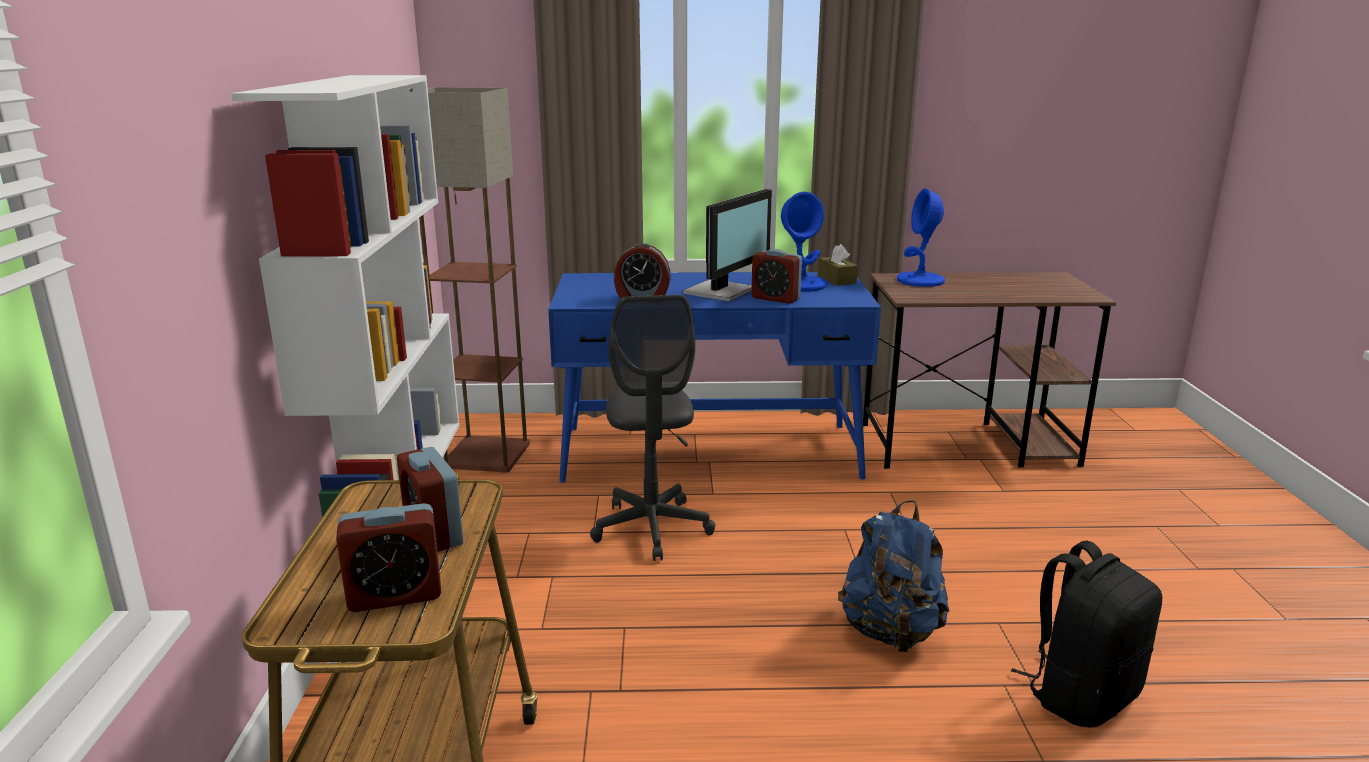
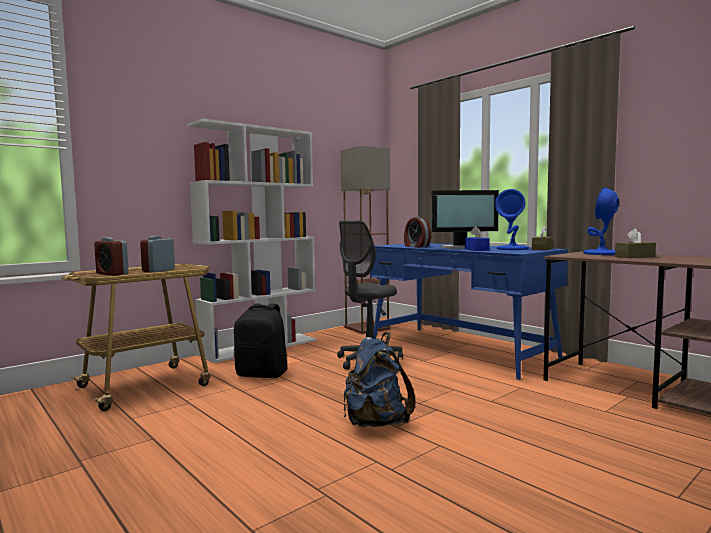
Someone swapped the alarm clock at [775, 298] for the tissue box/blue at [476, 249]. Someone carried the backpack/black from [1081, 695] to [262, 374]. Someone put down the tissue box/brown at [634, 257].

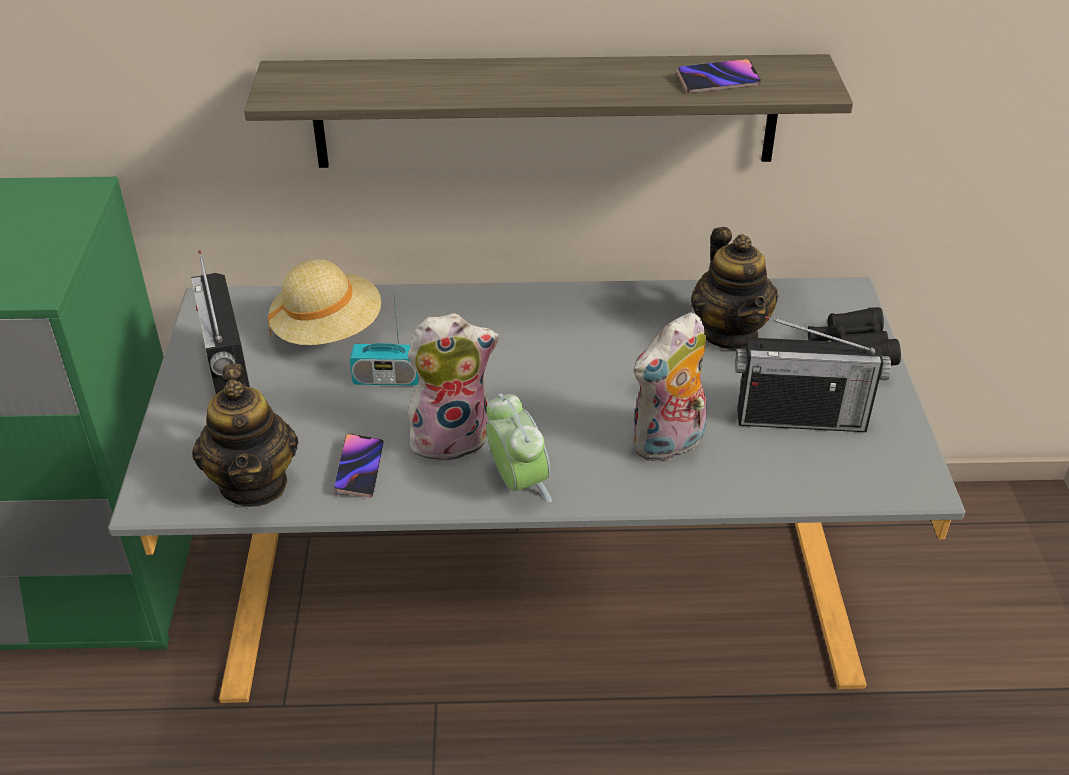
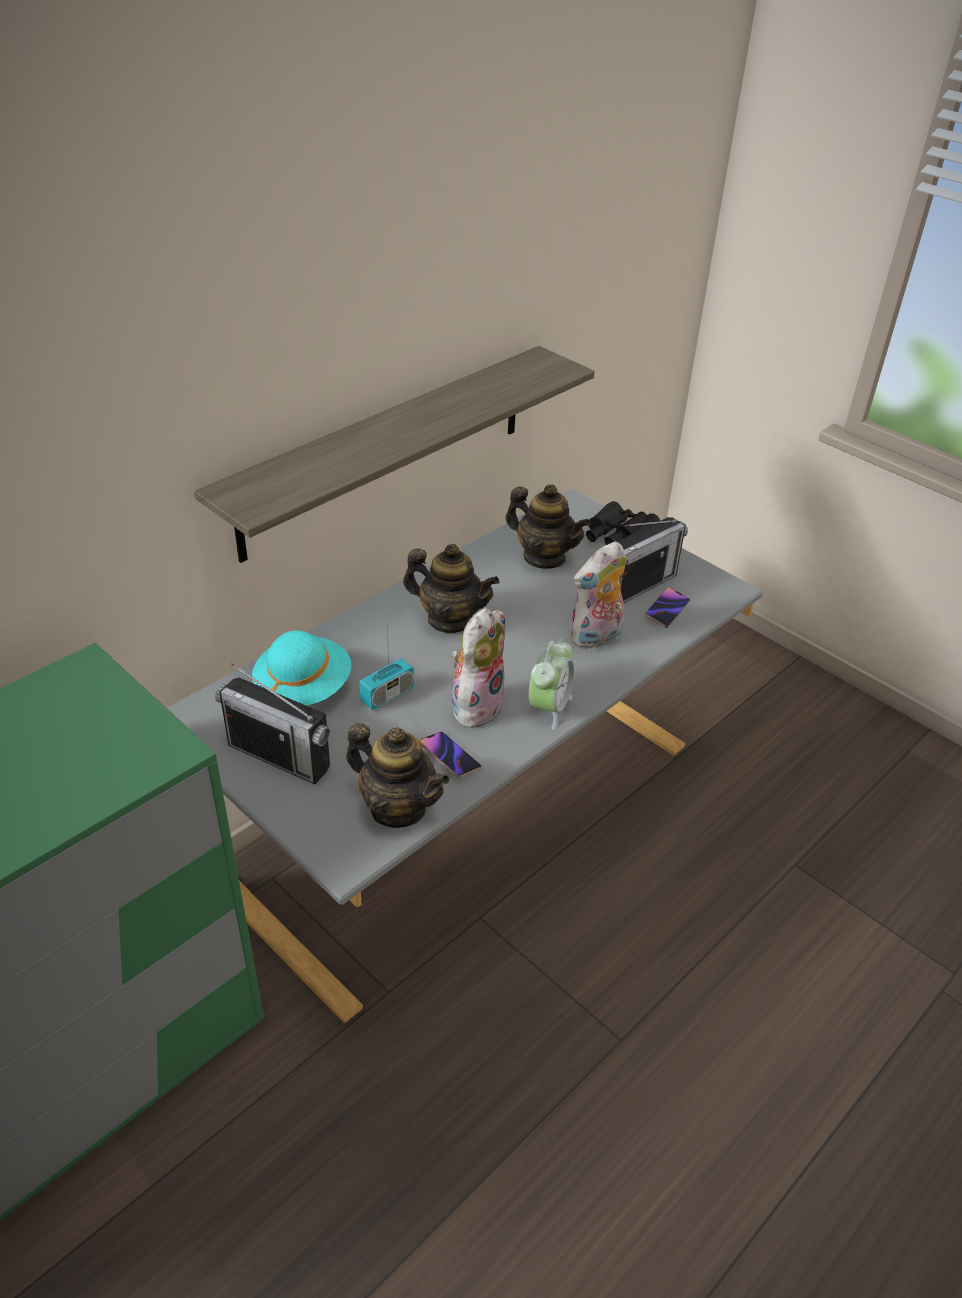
Someone carried the phone from [718, 80] to [667, 610]. Someone repainted the hat/beige at [328, 331], which became the hat/turquoise at [303, 687]. Someone rotated the plush toy at [668, 445] by 45 degrees clockwise. Someone rotated the alarm clock at [518, 483] by 90 degrees clockwise. Someone put down the teapot at [450, 620].

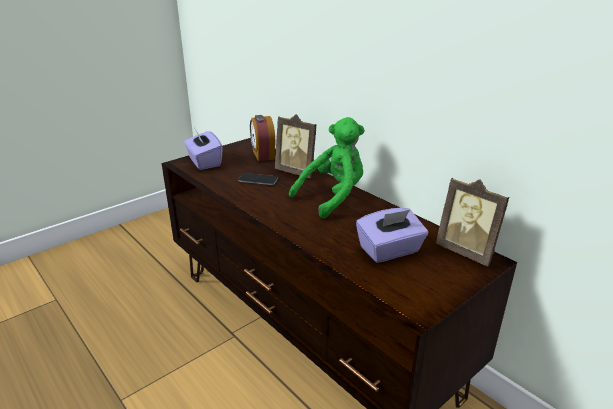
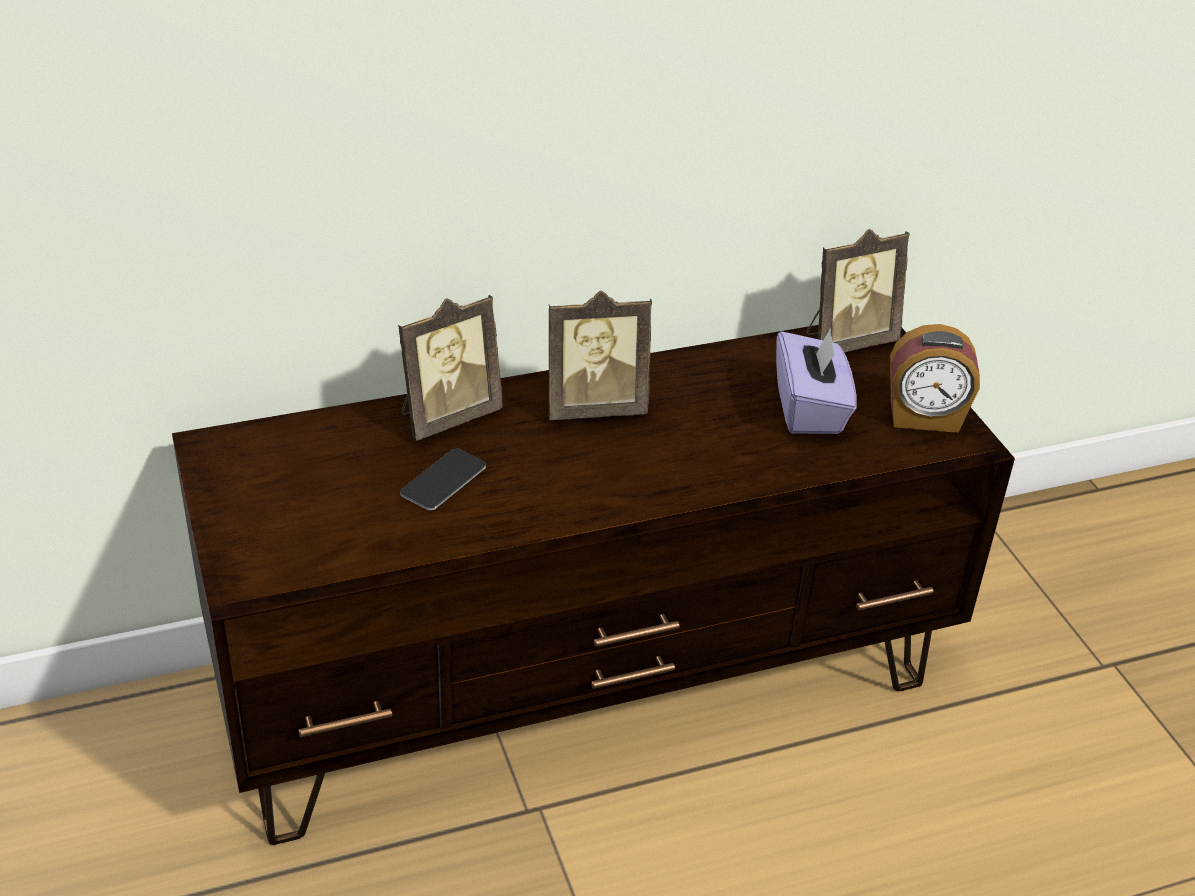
Someone carried the alarm clock from [263, 155] to [924, 418]. Someone swapped the plush toy/green at [333, 197] for the picture frame at [594, 407]. Someone took away the tissue box/purple at [204, 162].

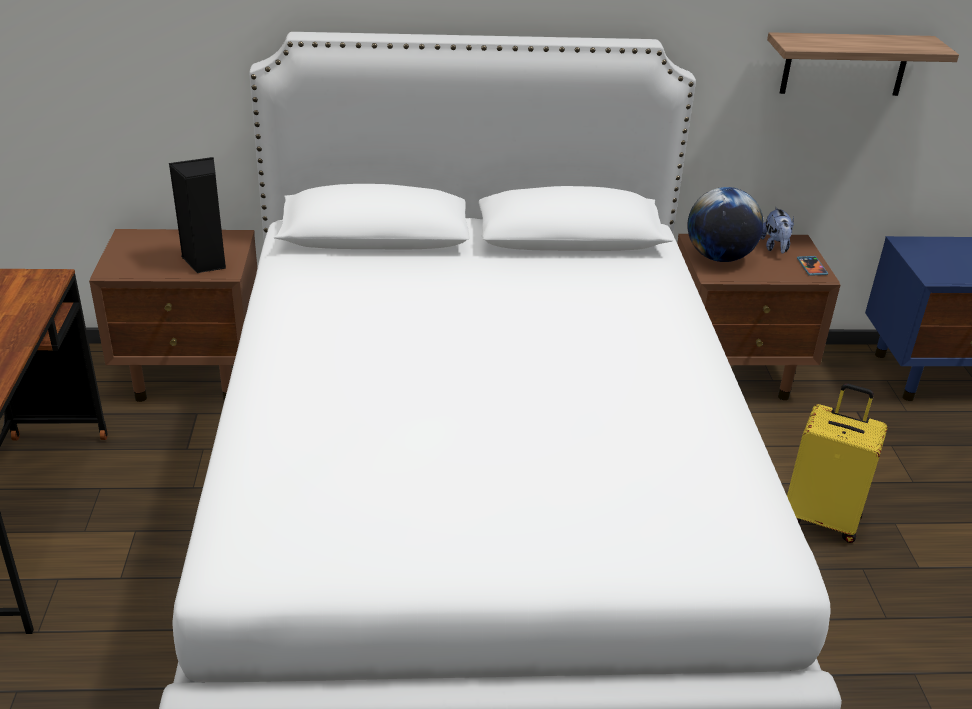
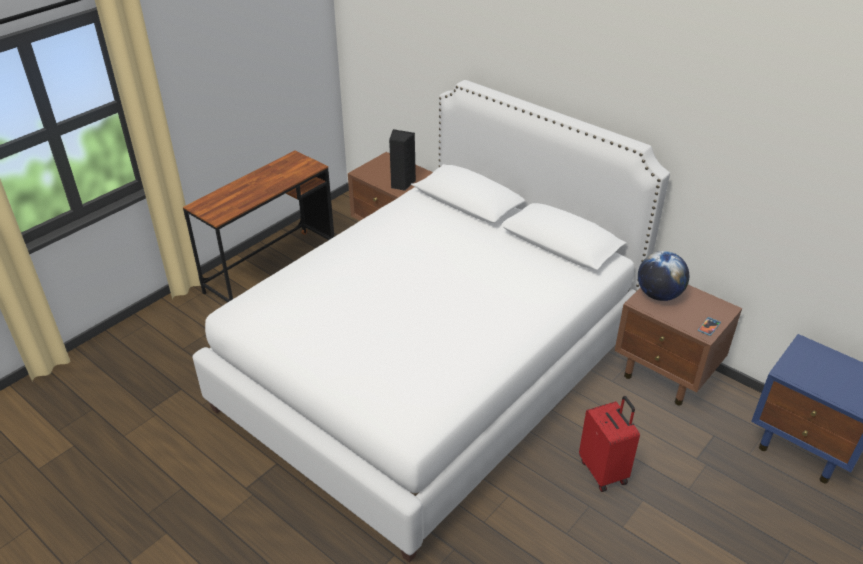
Someone took away the shelf at [845, 64]. Someone took away the plush toy at [775, 247]. Someone repainted the suitcase/yellow at [822, 518], which became the suitcase/red at [604, 471].

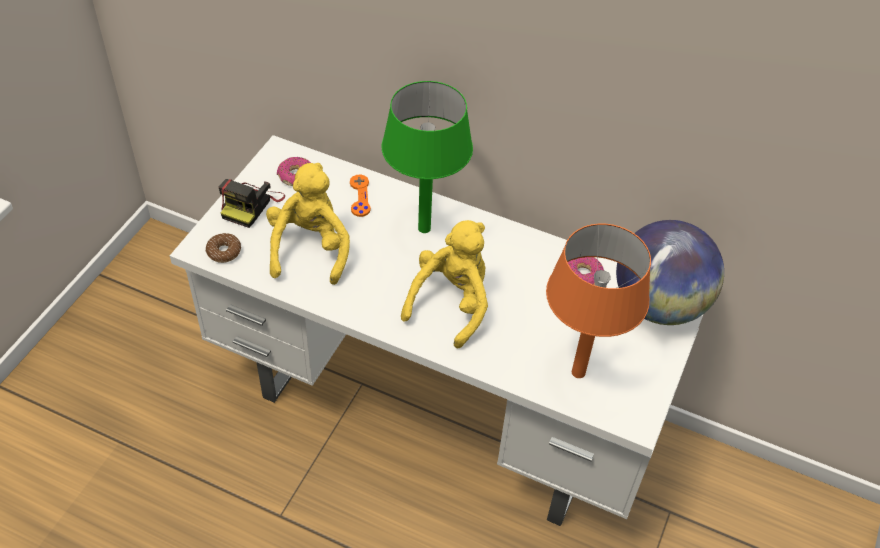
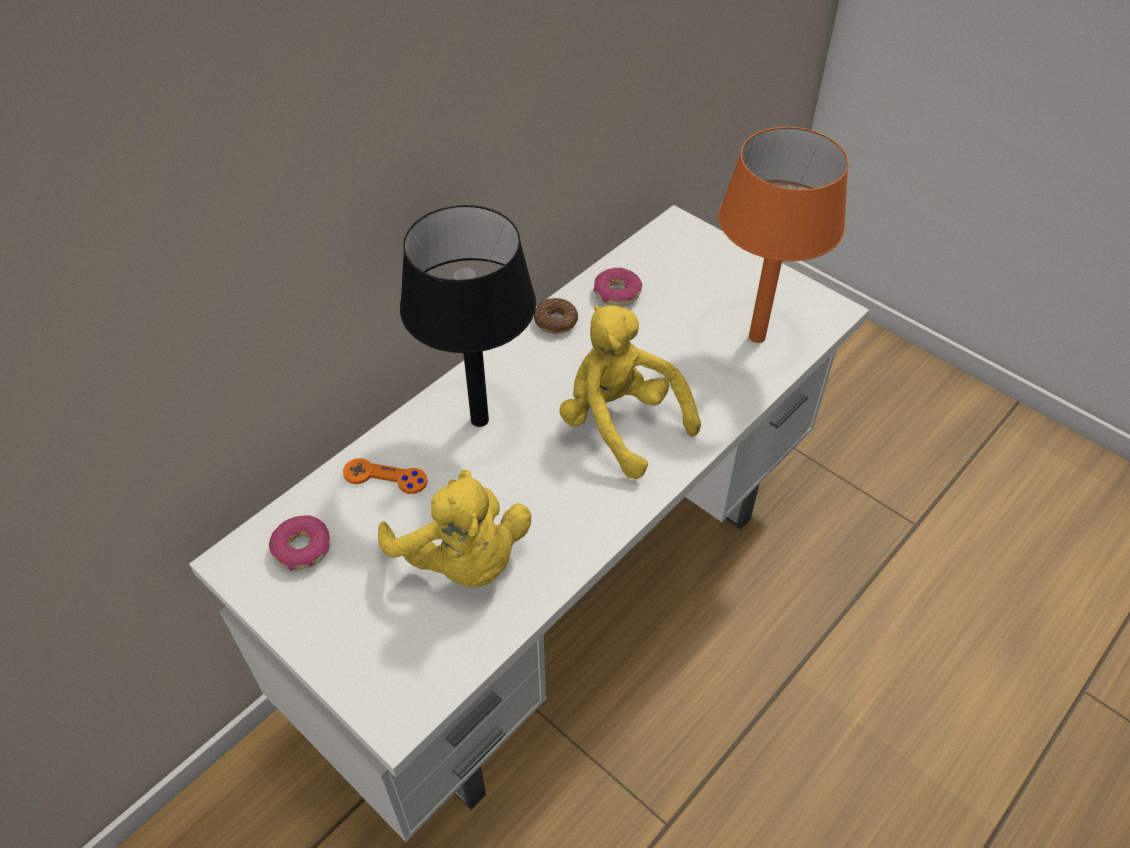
Someone repainted the table lamp/green at [423, 229], which became the table lamp/black at [480, 420]. Someone rotated the plush toy/yellow at [310, 248] by 150 degrees counterclockwise. Someone took away the photo camera at [251, 205]. Someone took away the globe at [659, 305]. Someone carried the donut from [224, 252] to [555, 321].

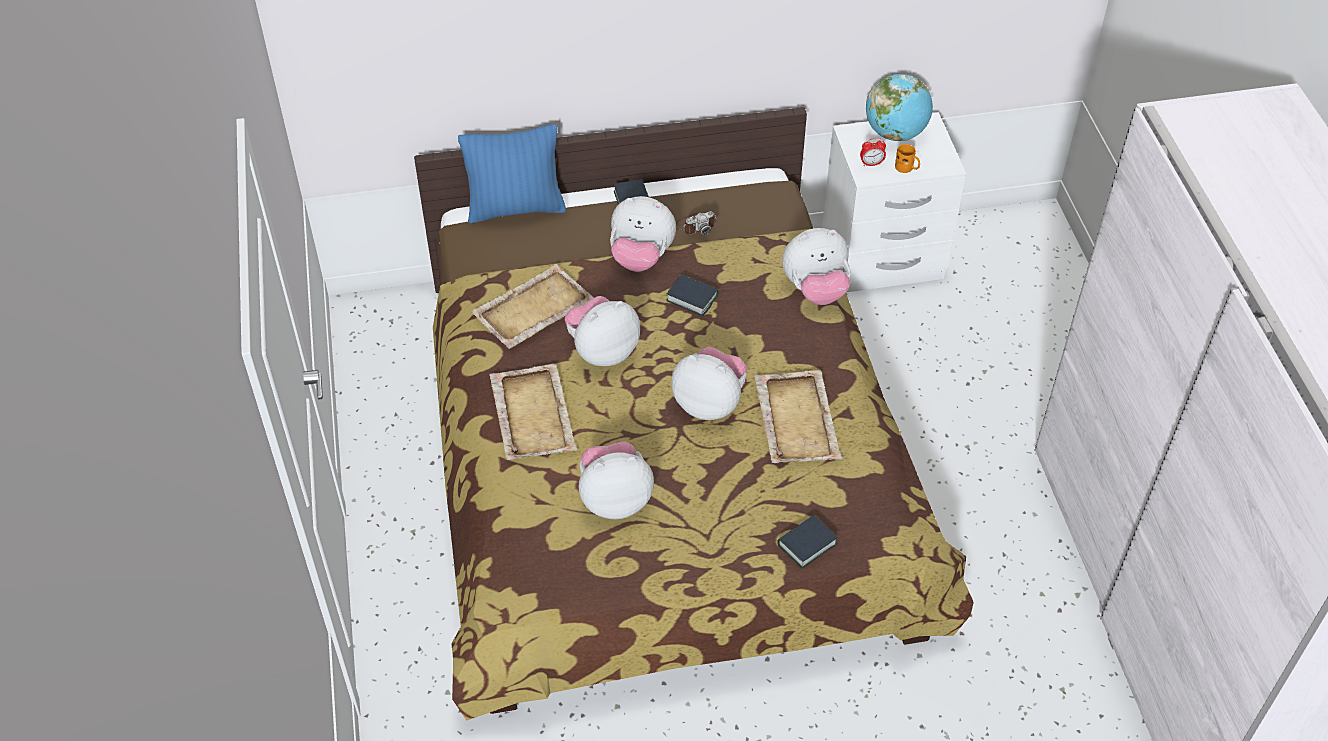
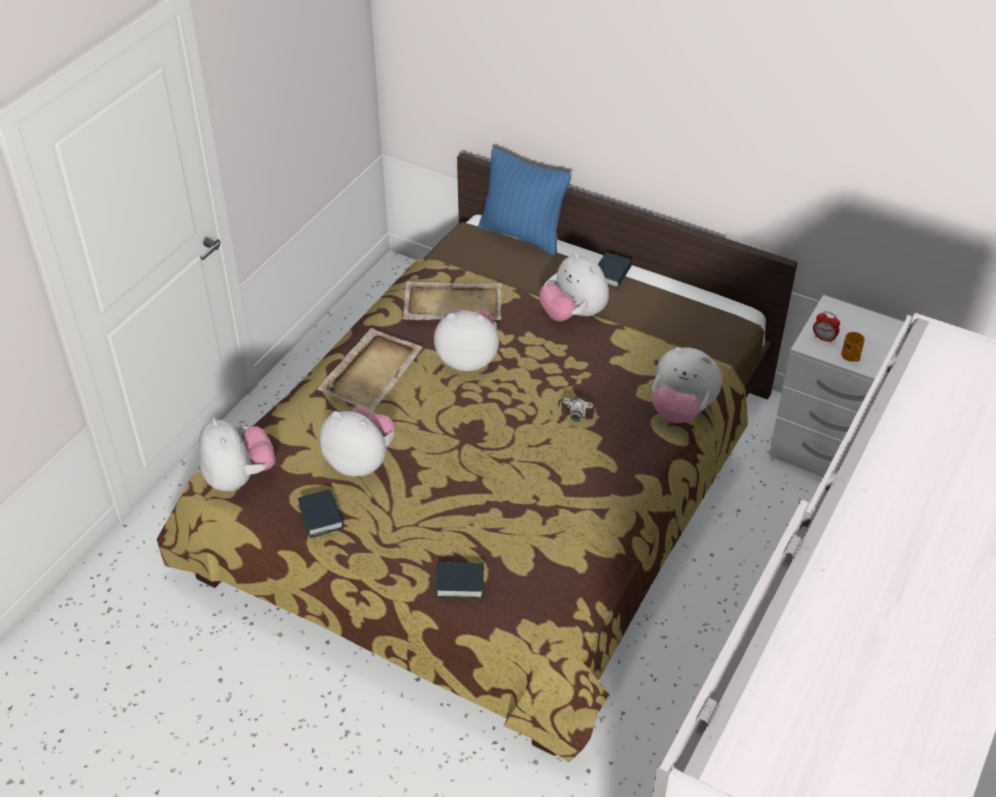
Someone took away the globe at [895, 133]. Someone carried the photo camera from [695, 225] to [577, 410]. Someone carried the book from [692, 298] to [321, 517]. Someone carried the plush toy from [710, 403] to [239, 478]. Someone took away the tray/beige at [796, 418].

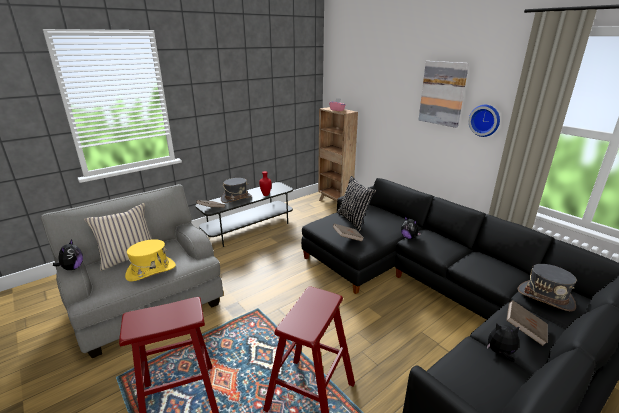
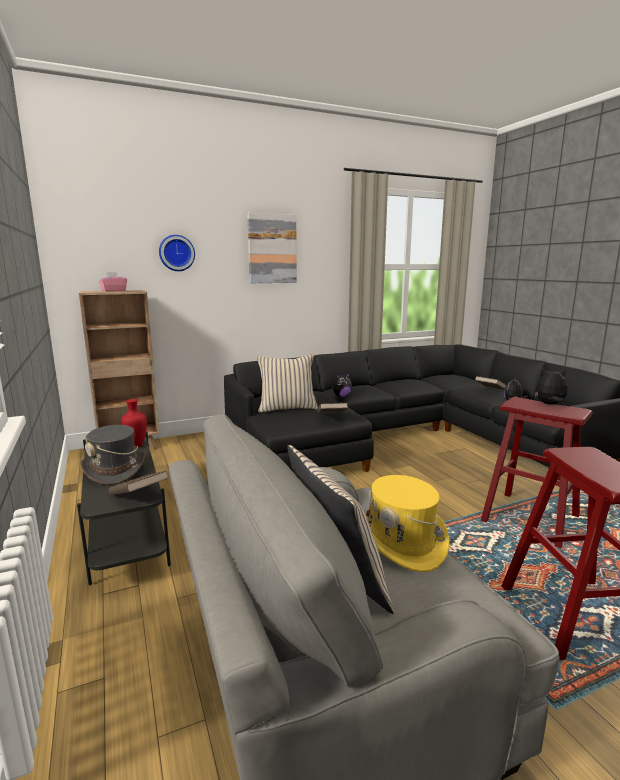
Someone carried the wall clock from [485, 120] to [176, 253]. Someone repainted the pillow/black at [354, 220], which became the pillow/beige at [287, 408]. Someone carried the plush toy from [72, 268] to [549, 404]. Someone took away the hat/grey at [545, 297].

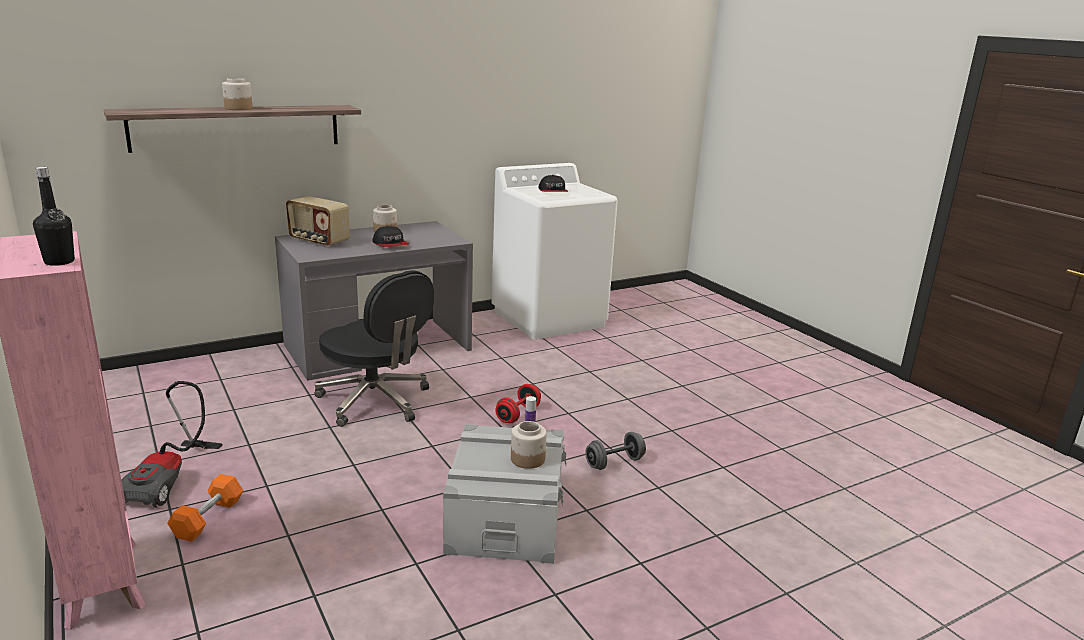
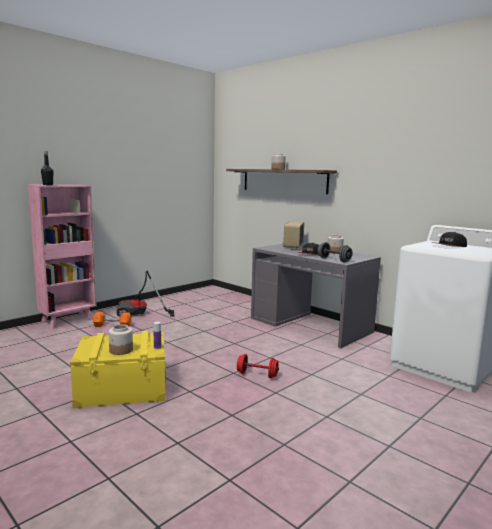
Someone took away the office chair/black at [376, 401]. Someone repainted the storage box/grey at [505, 517], which became the storage box/yellow at [122, 387]. Someone carried the dumbbell/grey from [614, 463] to [334, 260].

